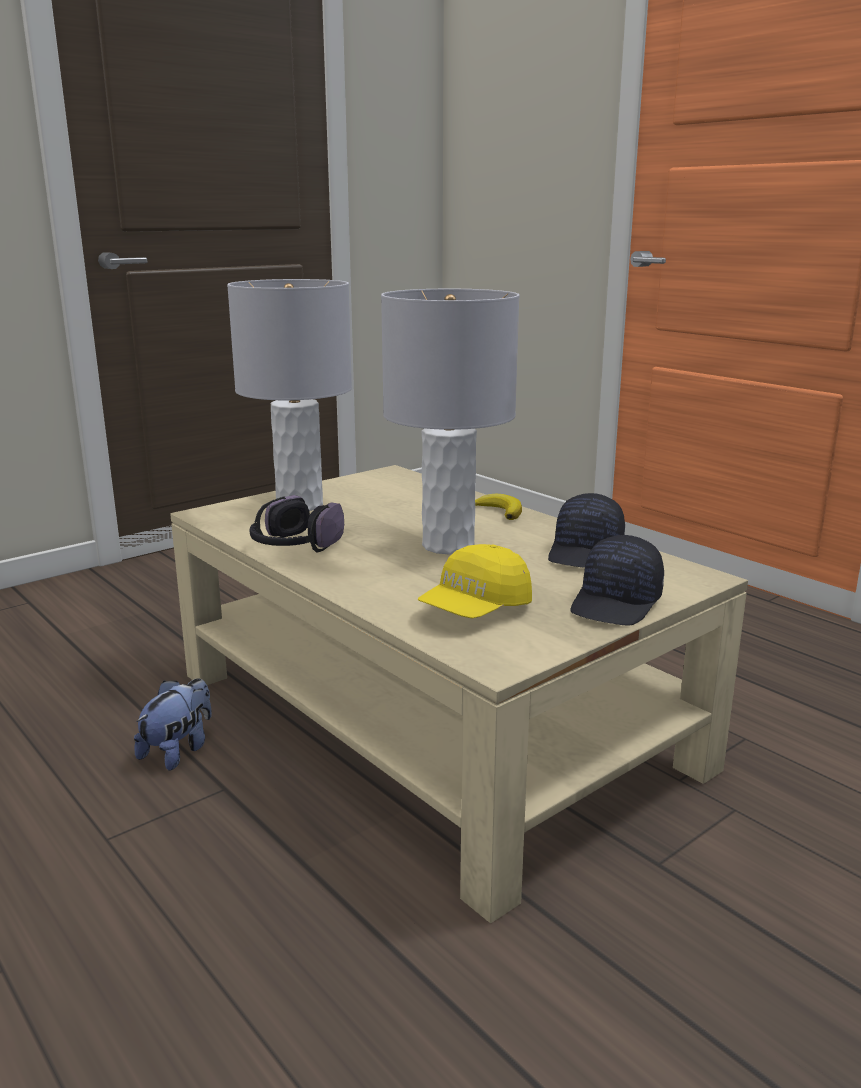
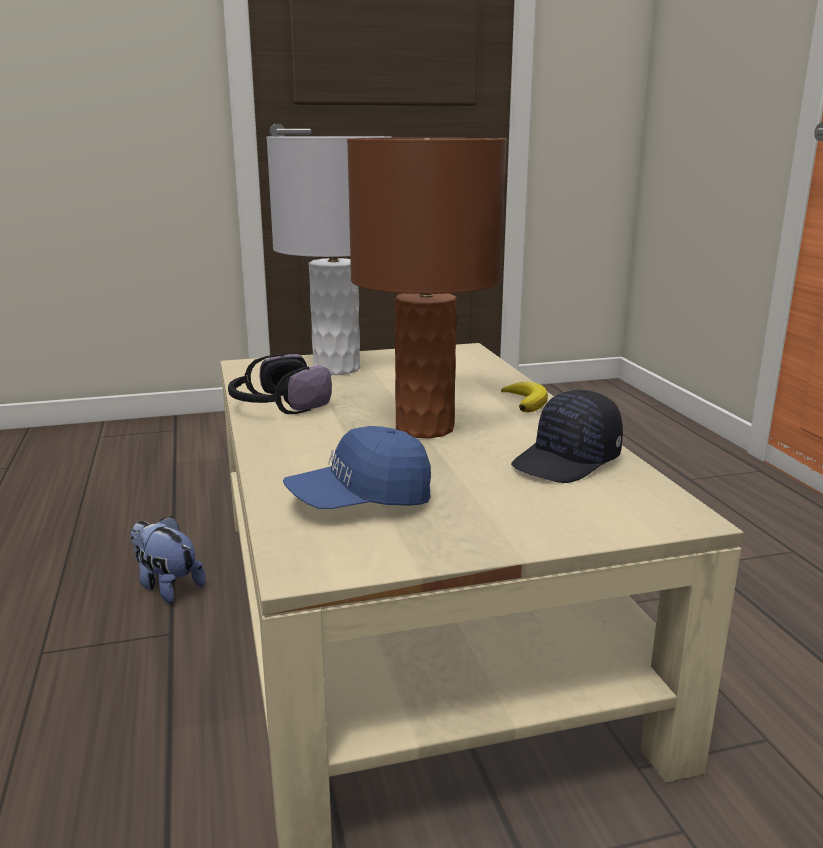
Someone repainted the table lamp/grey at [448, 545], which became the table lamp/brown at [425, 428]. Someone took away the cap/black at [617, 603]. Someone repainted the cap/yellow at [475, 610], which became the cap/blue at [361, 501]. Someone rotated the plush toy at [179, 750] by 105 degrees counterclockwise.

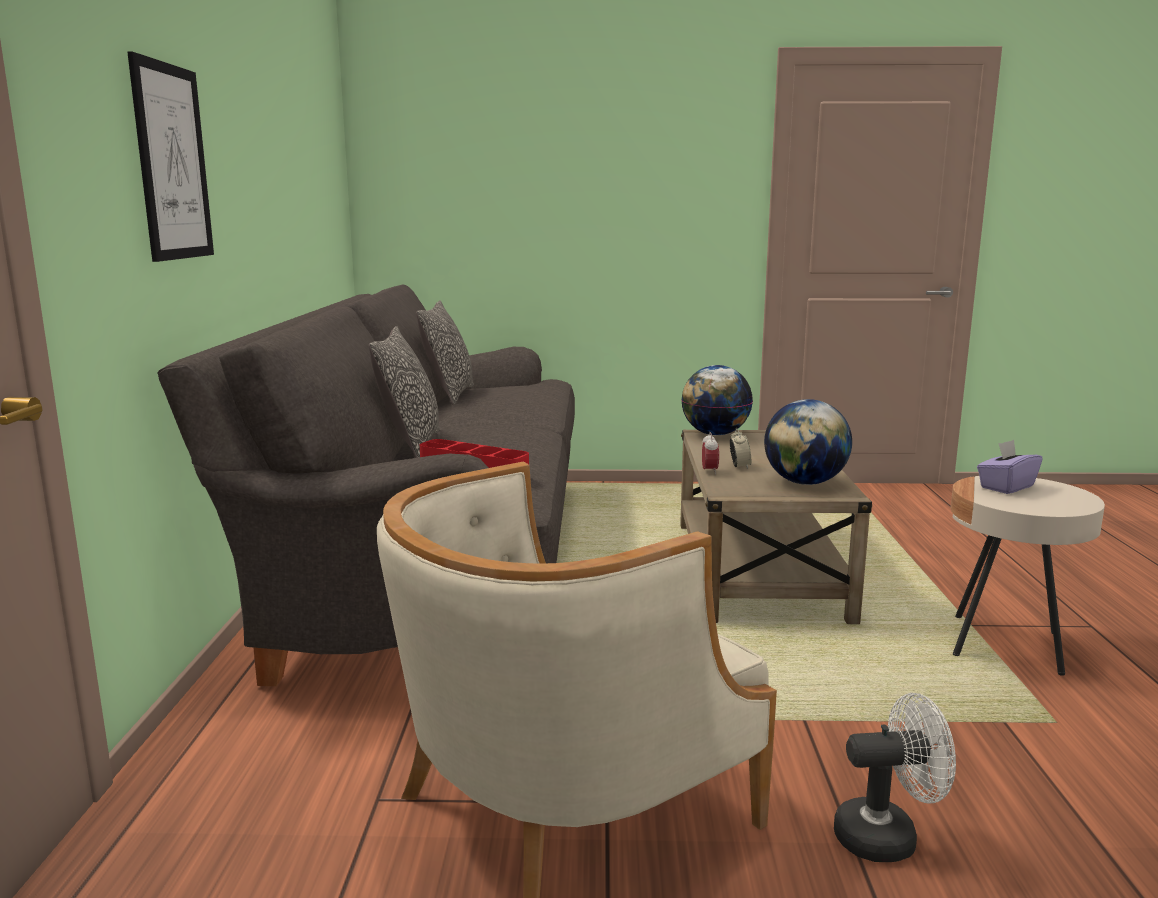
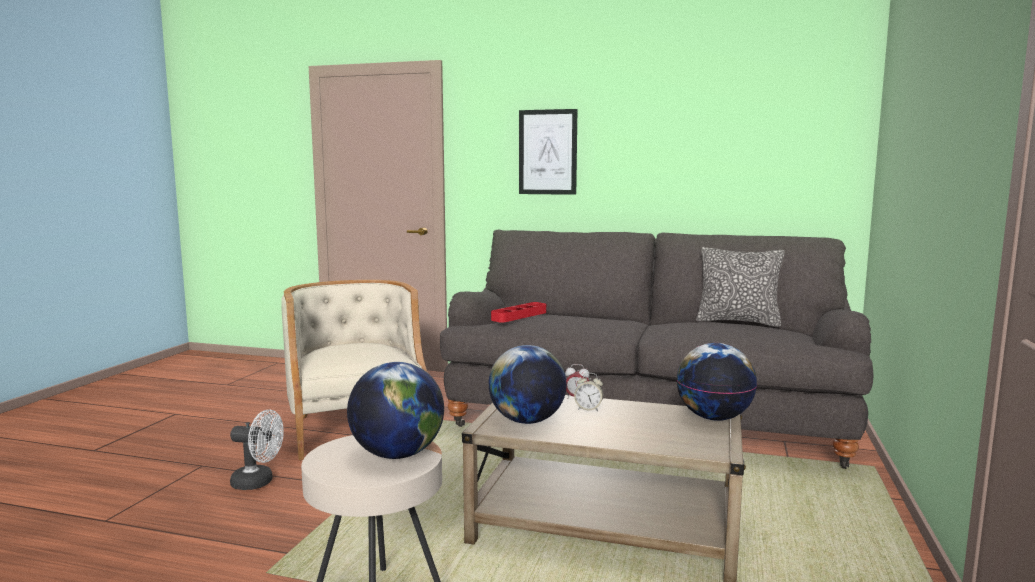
Someone took away the pillow at [411, 445]. Someone swapped the tissue box/purple at [1006, 487] for the globe at [397, 454]. Someone rotated the fan/white at [887, 836] by 90 degrees counterclockwise.

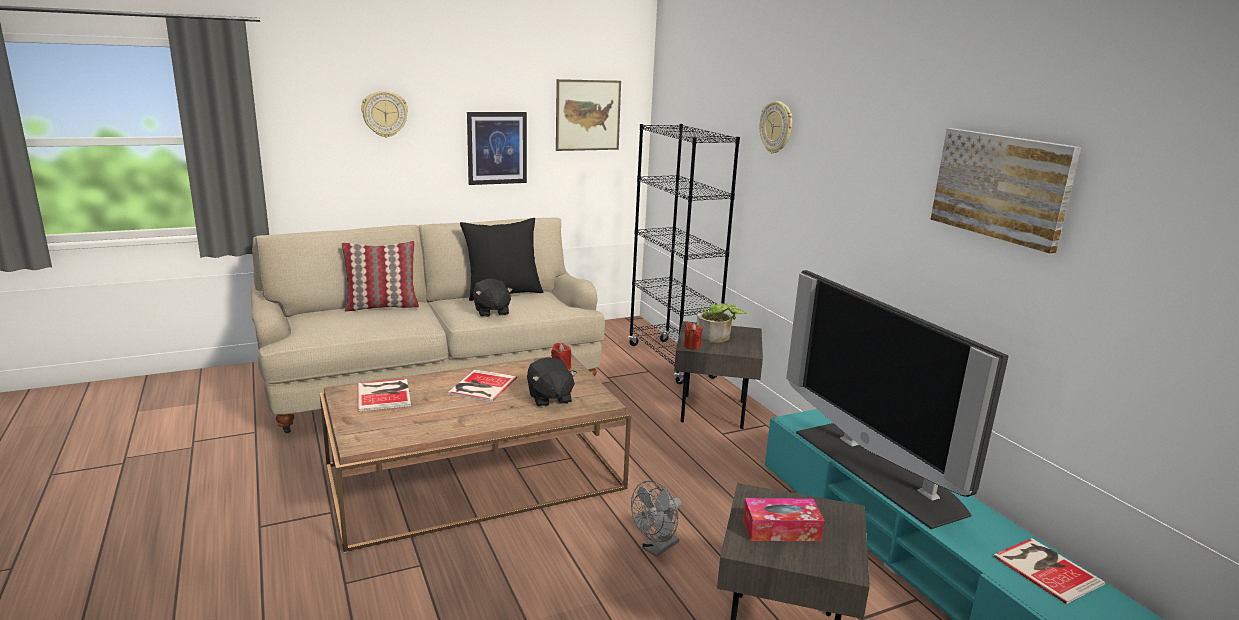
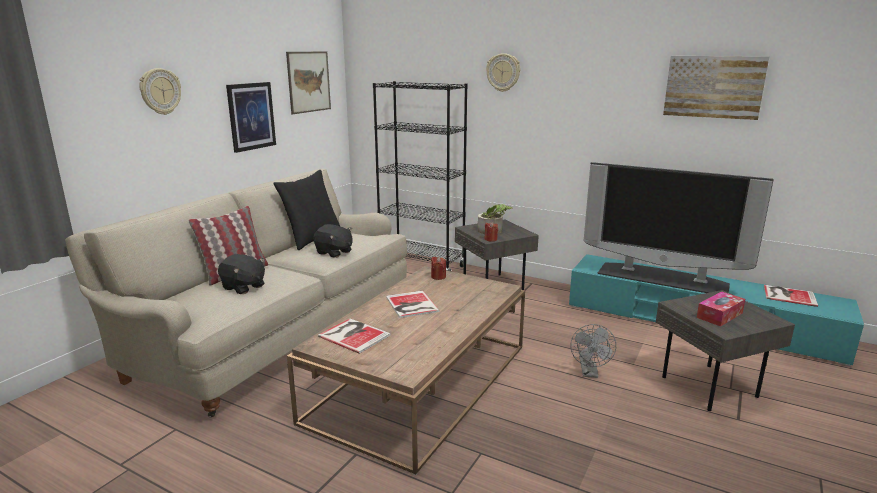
Someone carried the plush toy/black from [549, 398] to [243, 287].

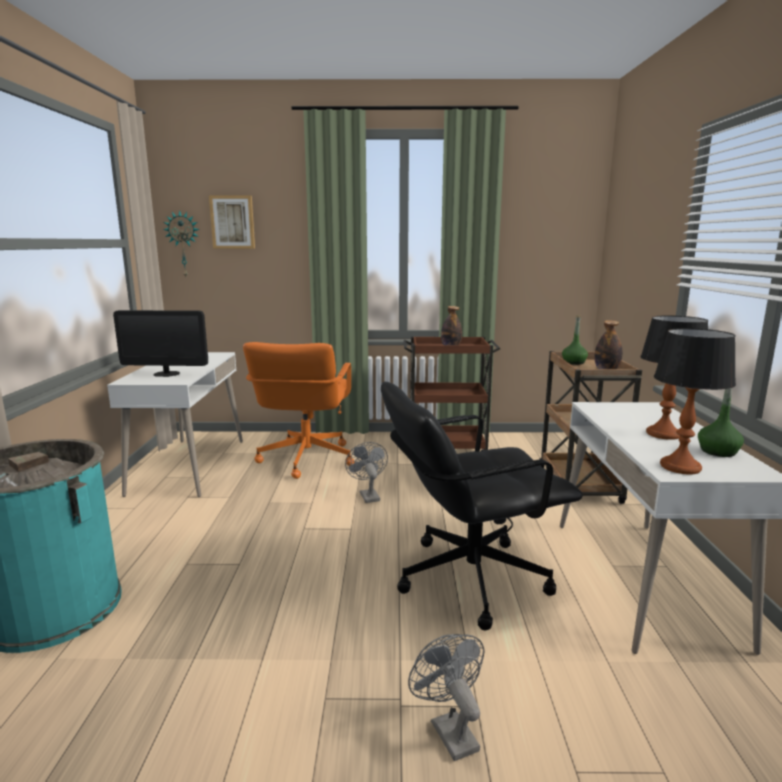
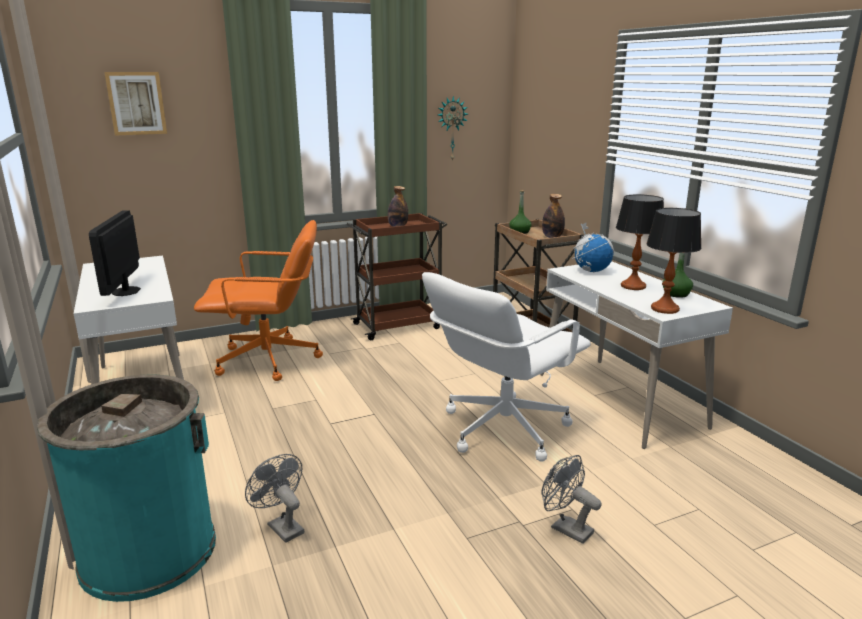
Someone carried the wall clock from [183, 244] to [451, 128]. Someone rotated the monitor at [166, 374] by 105 degrees clockwise. Someone rotated the office chair/orange at [305, 459] by 75 degrees counterclockwise. Someone repainted the office chair/black at [469, 577], which became the office chair/white at [502, 428]. Someone carried the fan/grey from [368, 495] to [281, 526]. Someone put down the globe at [591, 271].

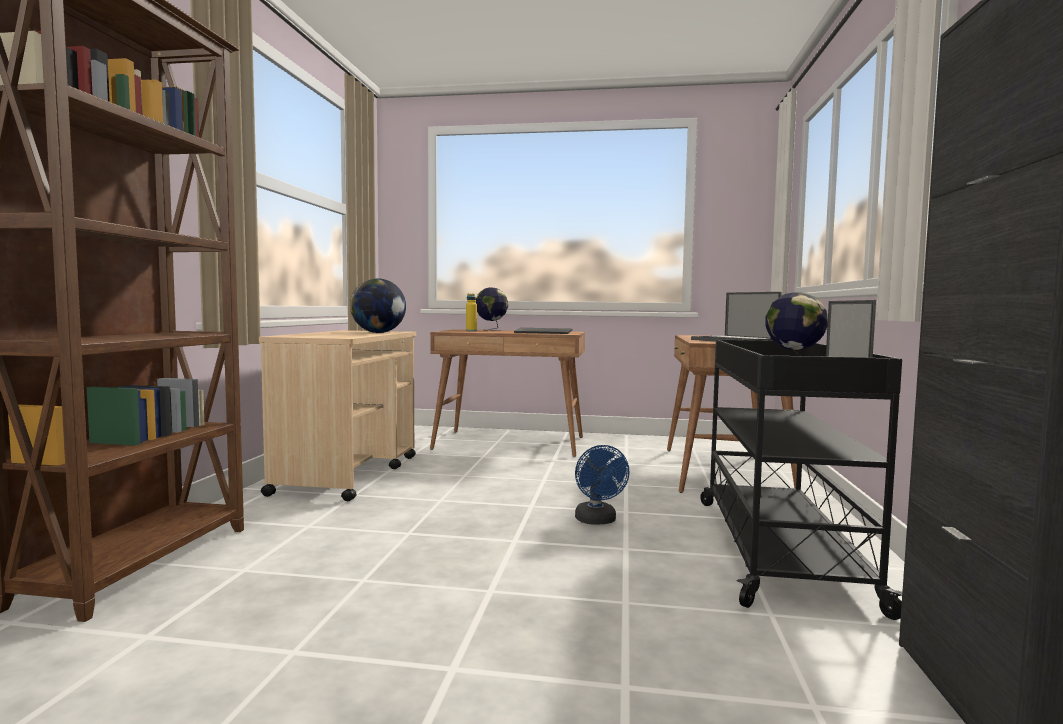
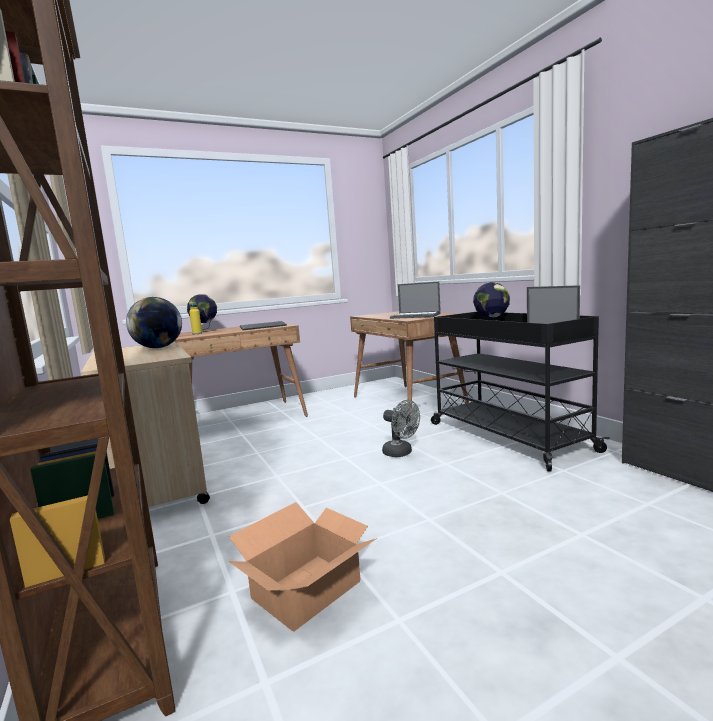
Someone repainted the fan/blue at [597, 521], which became the fan/grey at [401, 453]. Someone put down the cardboard box at [308, 589].

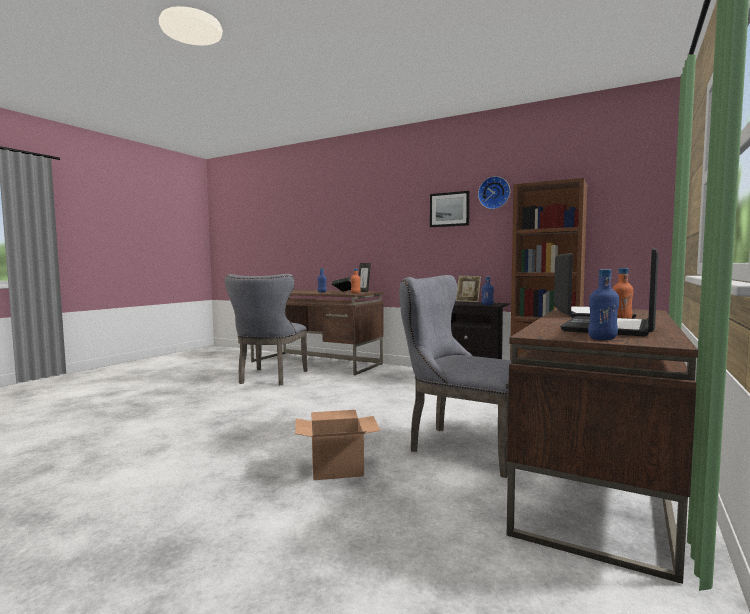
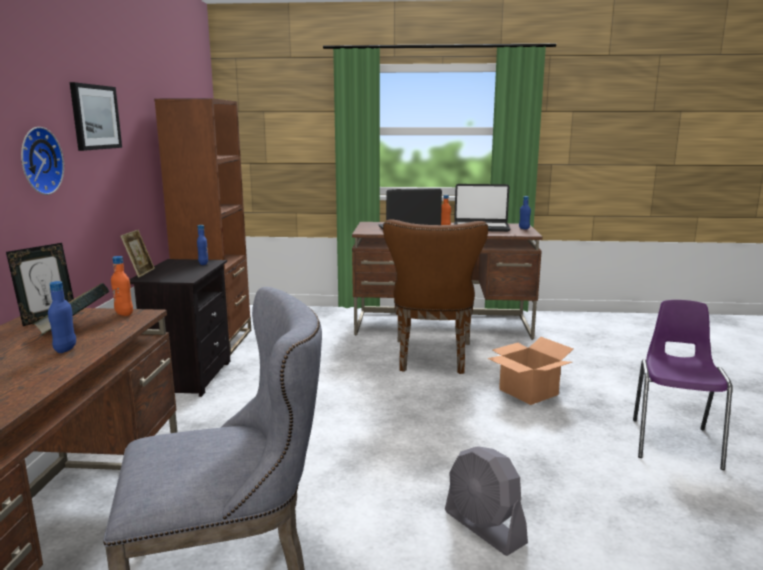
Someone carried the wall clock from [494, 193] to [38, 161]. Someone repainted the chair/grey at [461, 446], which became the chair/brown at [432, 359]. Someone put down the chair/purple at [674, 442]. Someone put down the fan/grey at [484, 527].

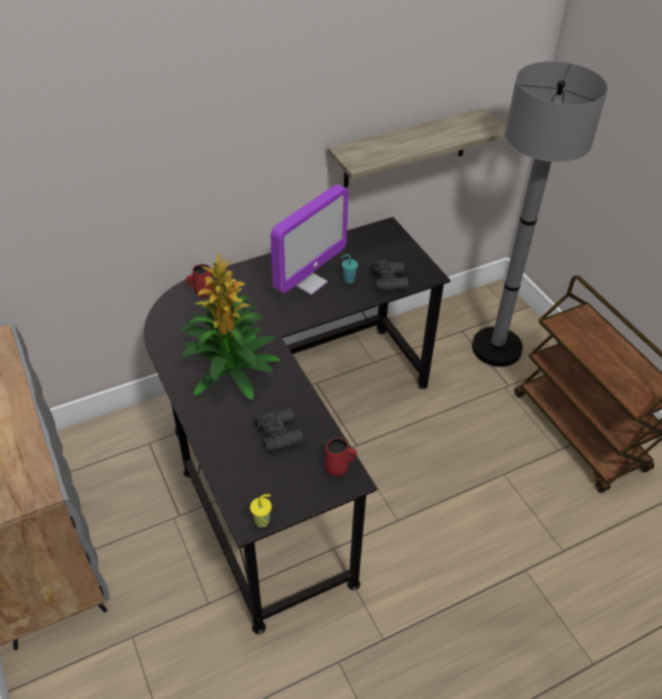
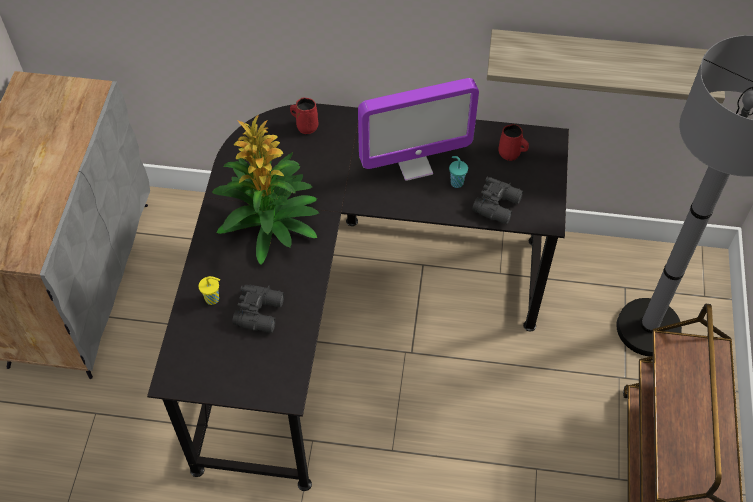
Someone carried the mug/red from [338, 468] to [510, 154]. Someone carried the cup/yellow from [262, 520] to [213, 299].

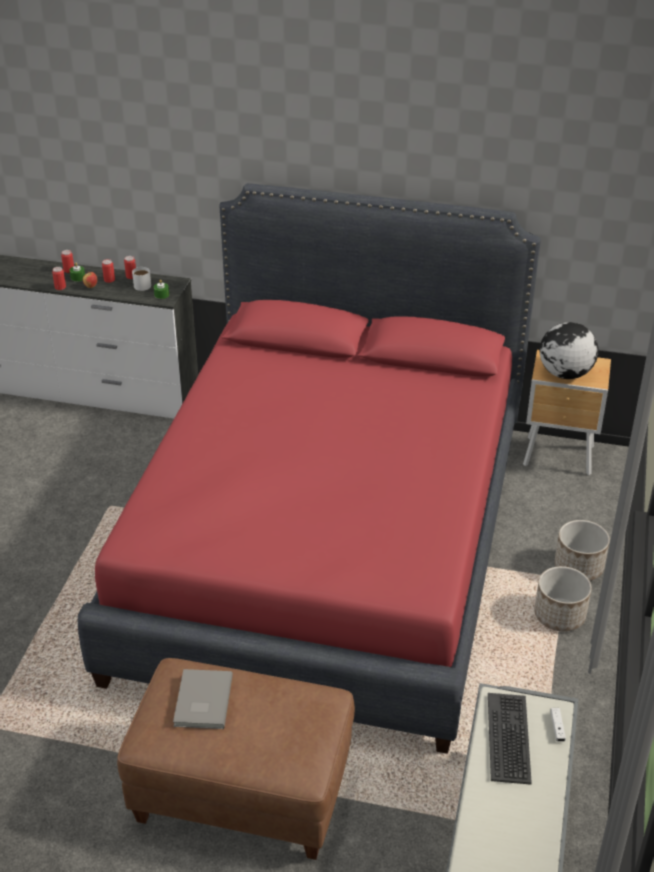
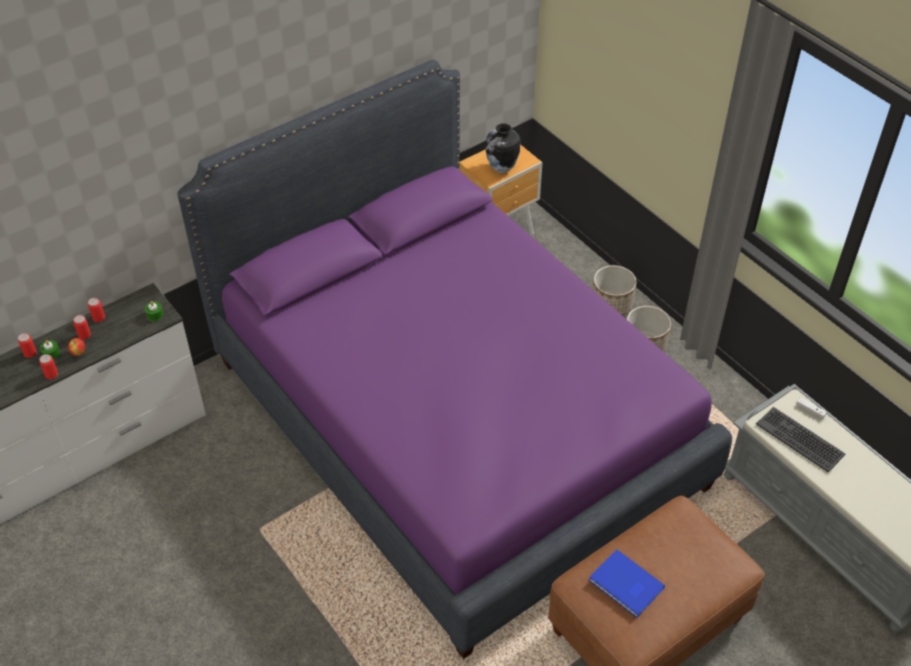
Someone repainted the bed/red at [327, 547], which became the bed/purple at [455, 422]. Someone took away the mug/white at [142, 284]. Someone swapped the globe at [564, 374] for the vase at [501, 168]. Someone repainted the book/grey at [201, 701], which became the book/blue at [626, 586].

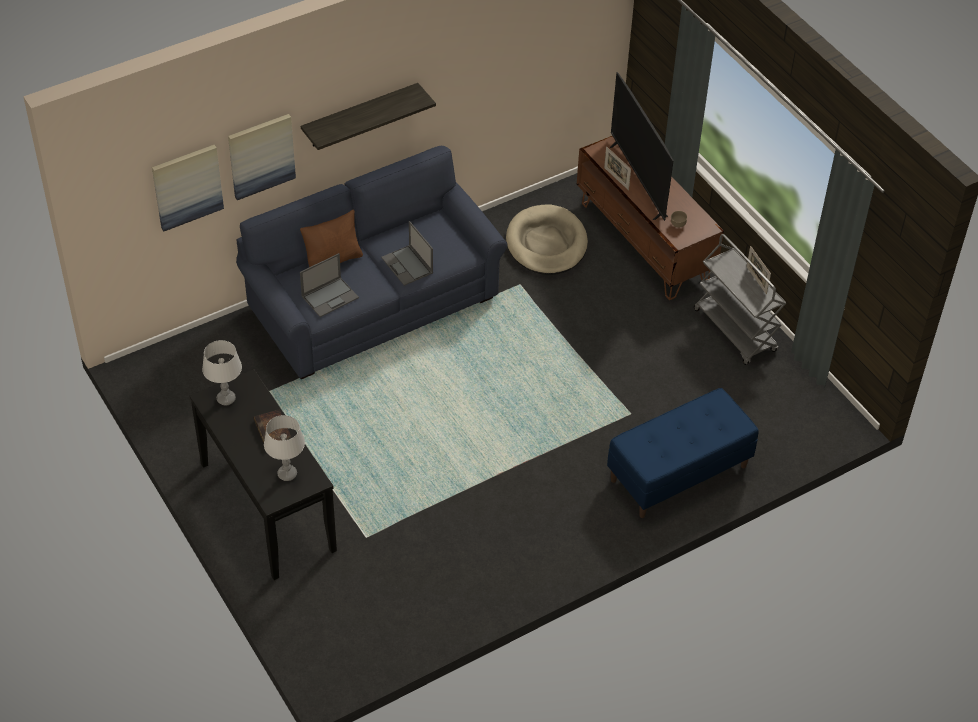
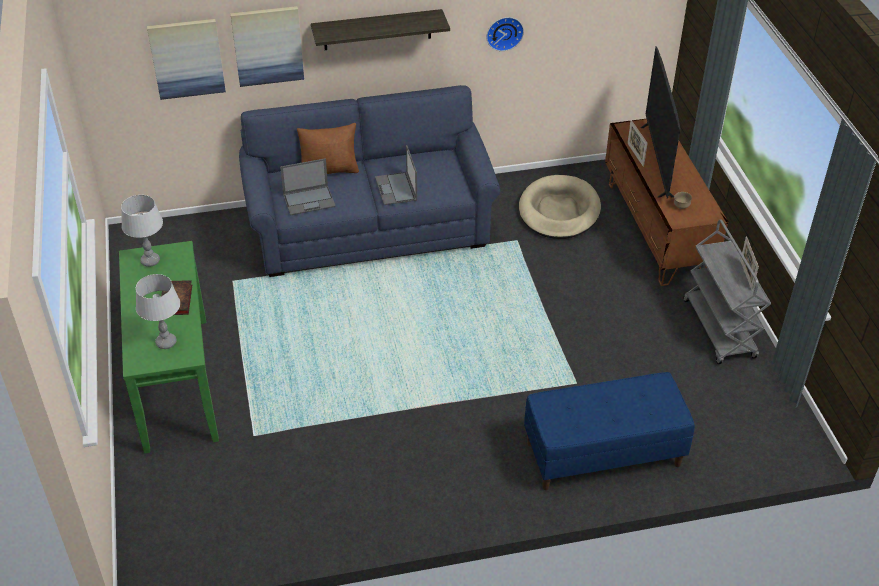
Someone repainted the console table/black at [266, 507], which became the console table/green at [176, 383]. Someone put up the wall clock at [504, 32].

